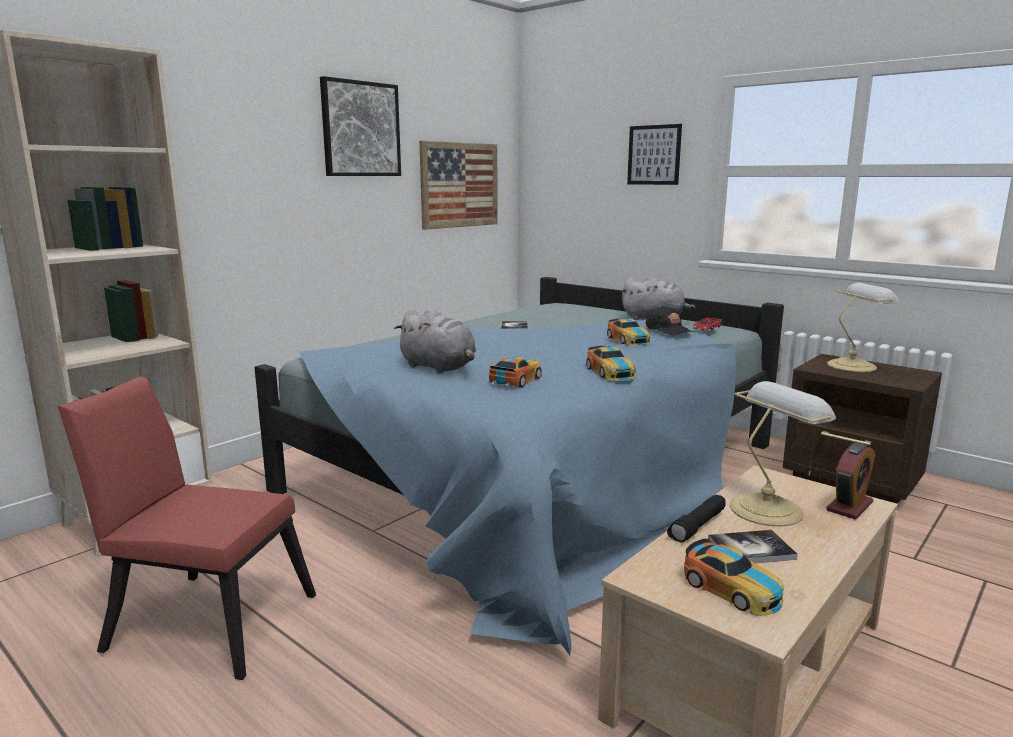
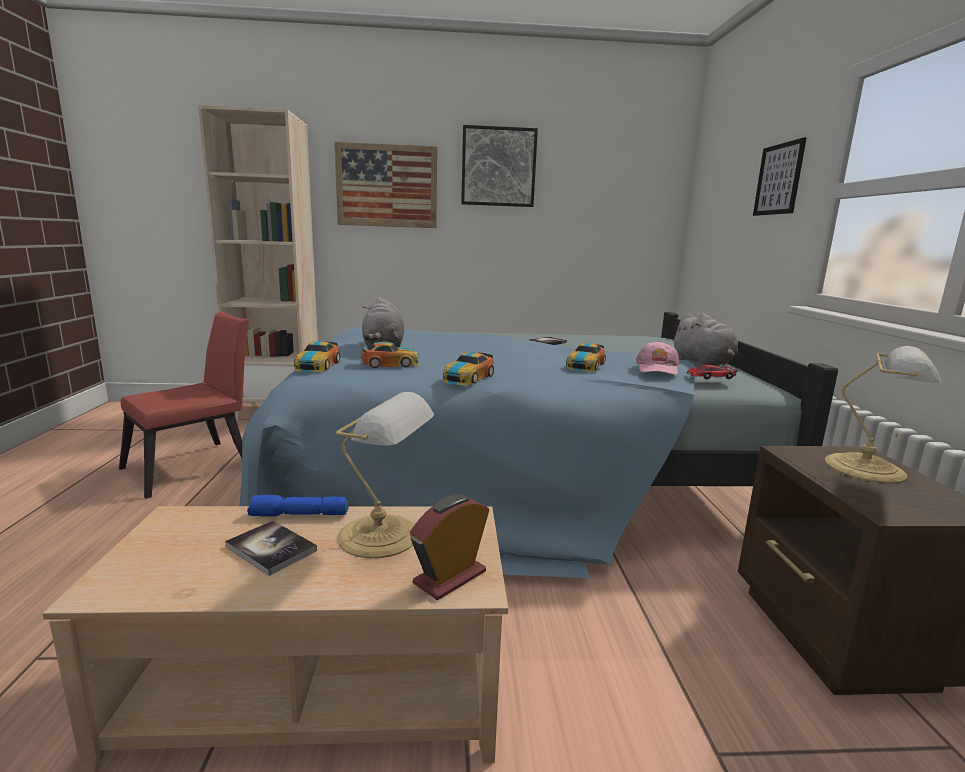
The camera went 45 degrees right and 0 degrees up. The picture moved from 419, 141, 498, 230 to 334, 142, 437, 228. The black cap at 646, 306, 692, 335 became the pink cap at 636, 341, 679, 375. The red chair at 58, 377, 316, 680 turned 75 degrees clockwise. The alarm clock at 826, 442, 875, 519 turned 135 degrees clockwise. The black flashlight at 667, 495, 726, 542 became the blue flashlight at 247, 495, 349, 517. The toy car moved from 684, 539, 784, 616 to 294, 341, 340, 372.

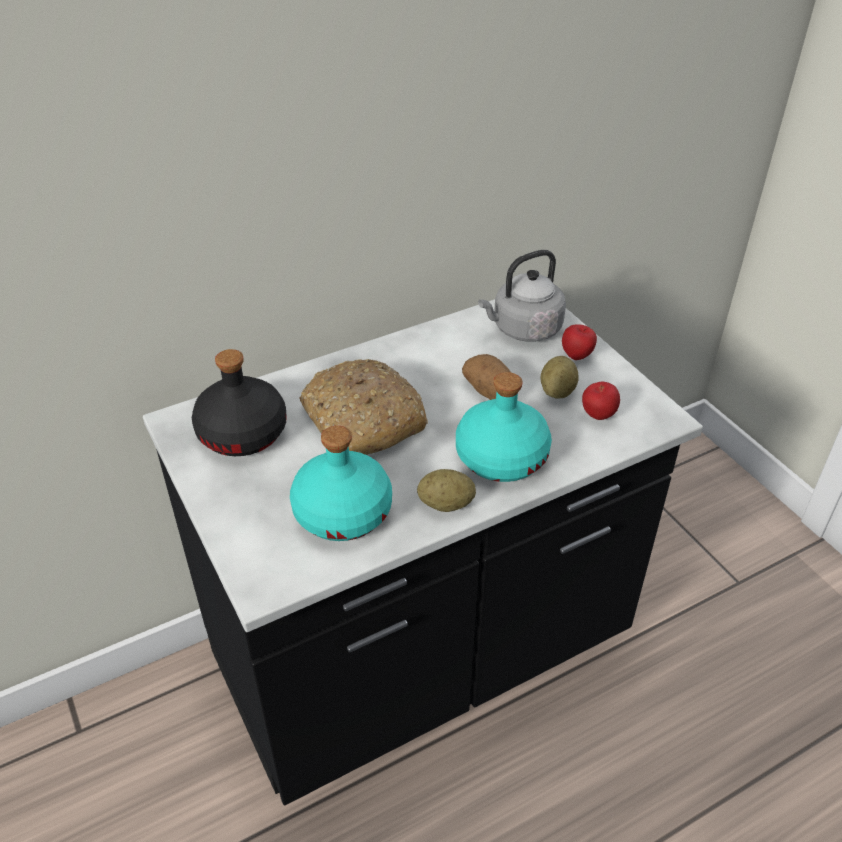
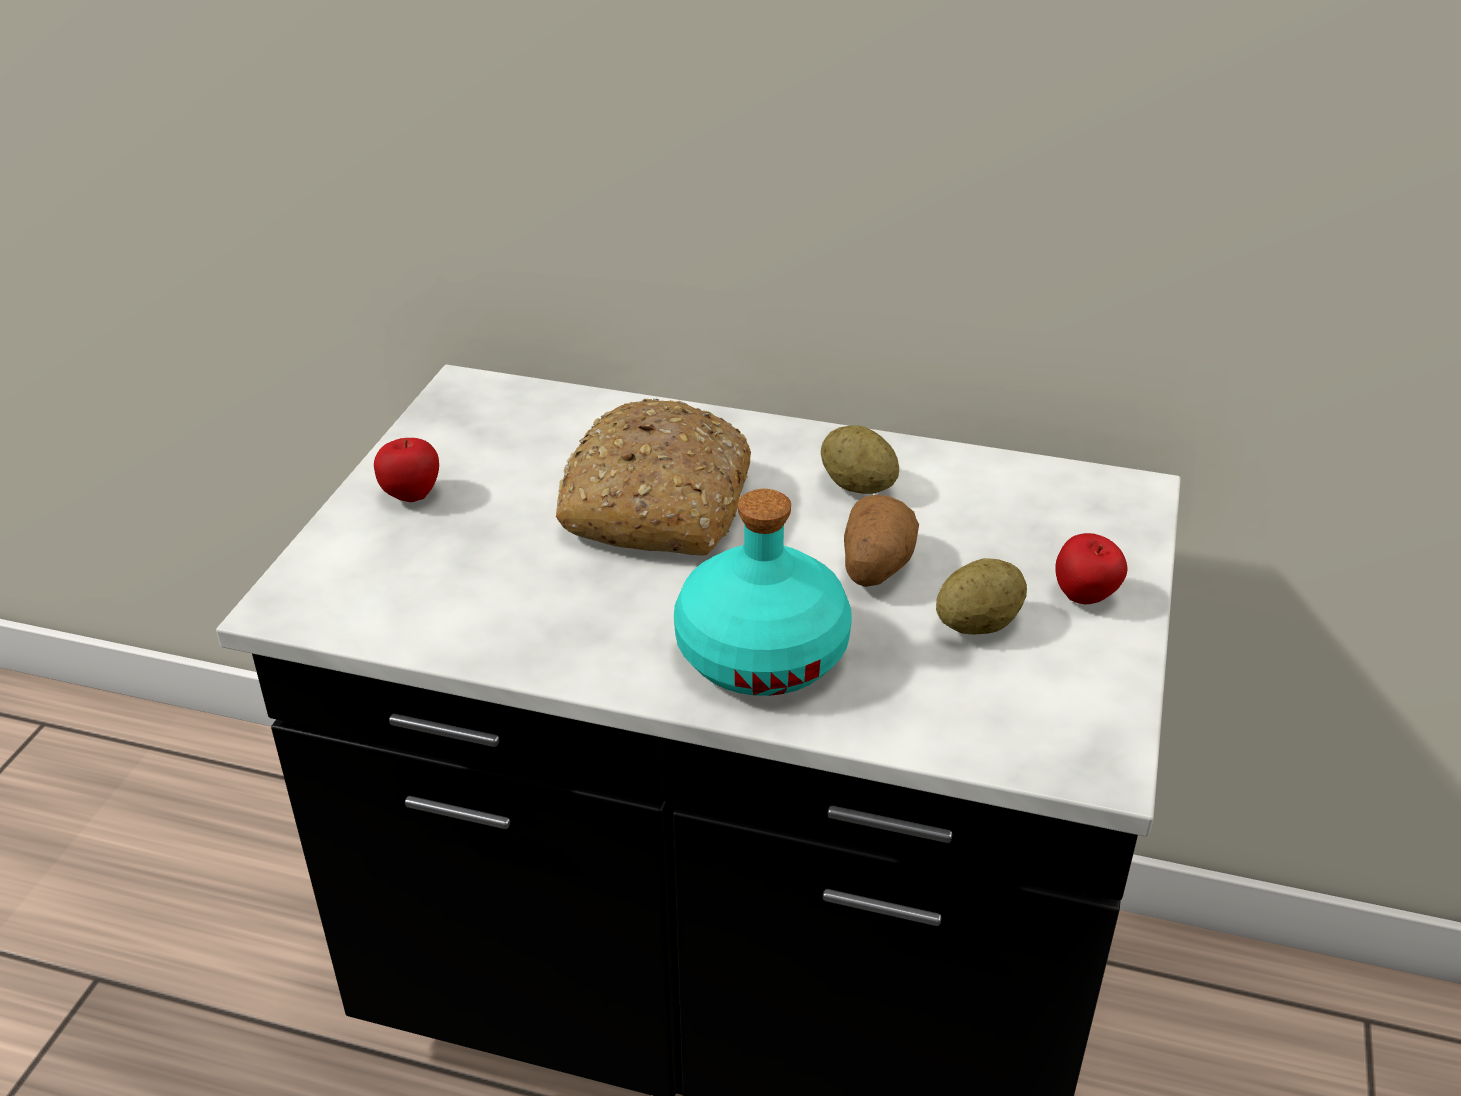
The camera went 45 degrees right and 5 degrees down. The grey kettle at 478, 250, 566, 342 disappeared. The black bottle at 192, 349, 287, 456 disappeared. The apple moved from 582, 382, 620, 420 to 374, 438, 439, 502. The turquoise bottle at 290, 426, 392, 541 disappeared. The potato moved from 417, 469, 476, 512 to 821, 425, 899, 494.

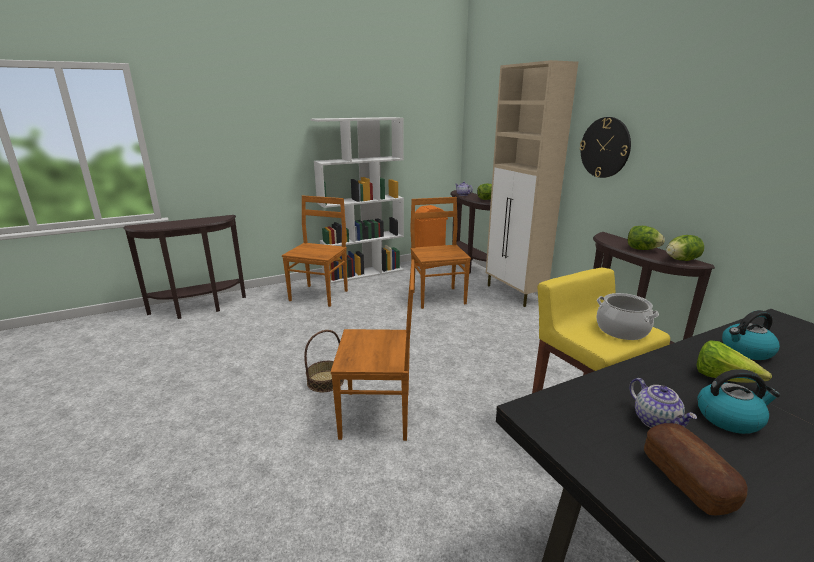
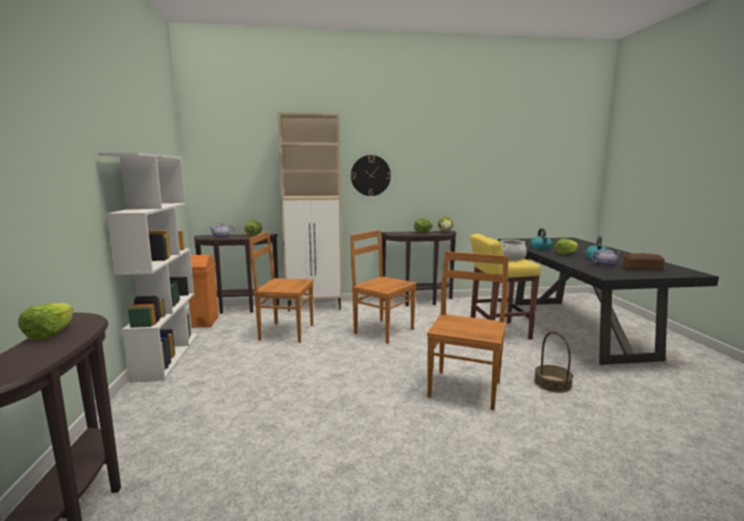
The camera went 70 degrees left and 10 degrees down. The brown chair moved from 282, 195, 348, 307 to 350, 230, 417, 344. The basket moved from 304, 330, 344, 392 to 534, 331, 573, 393. The lettuce at 18, 303, 73, 340 appeared.

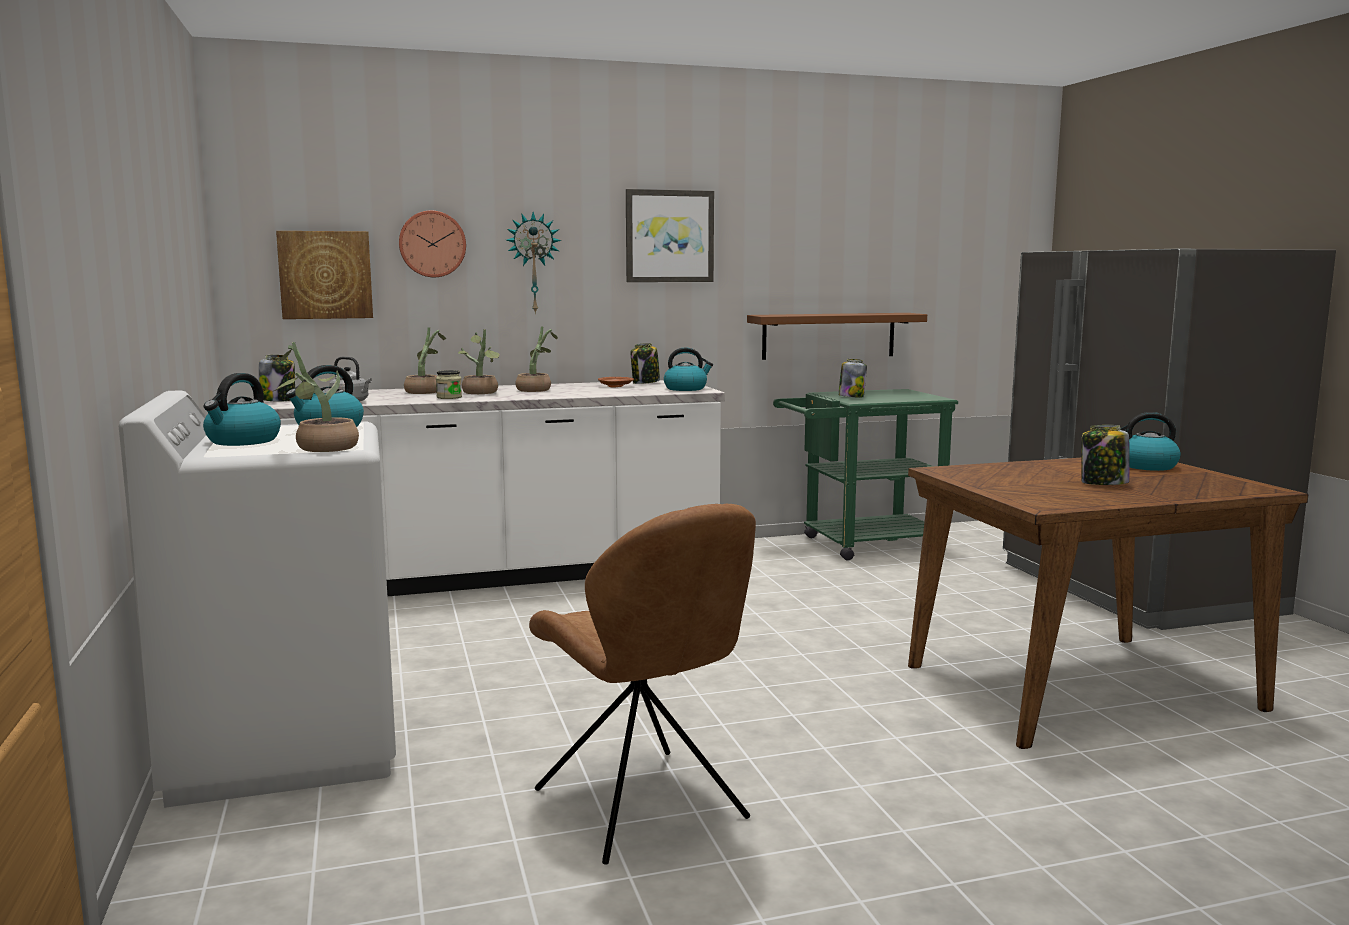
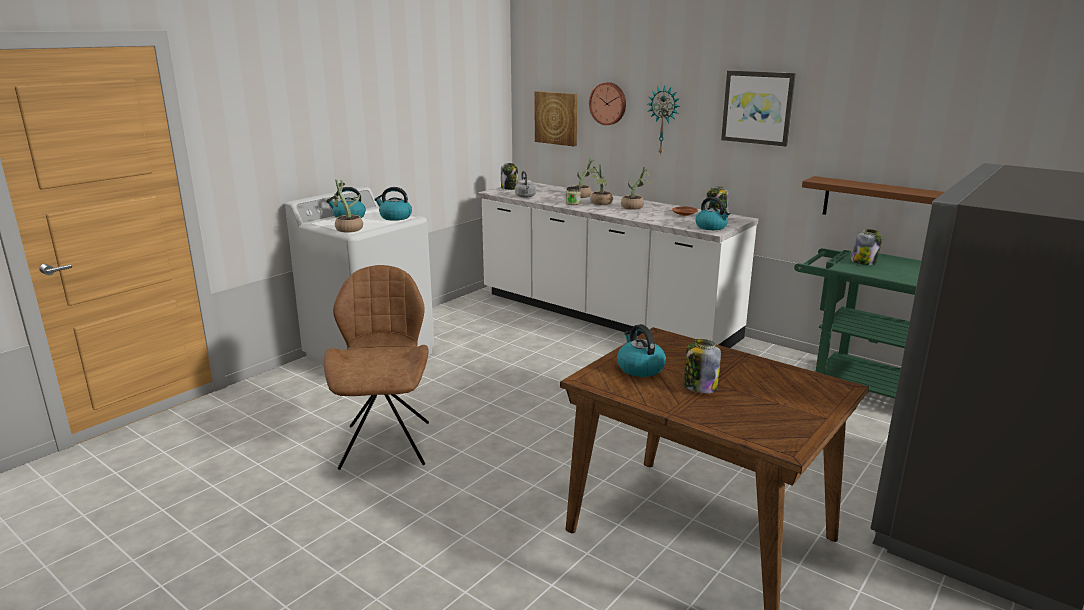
The camera went 55 degrees right and 10 degrees up. The kettle moved from 1120, 412, 1181, 471 to 617, 324, 666, 377. The brown chair at 529, 504, 756, 865 turned 150 degrees clockwise.

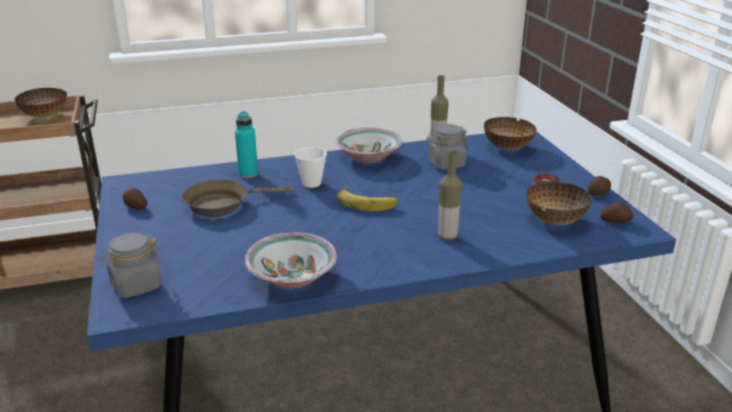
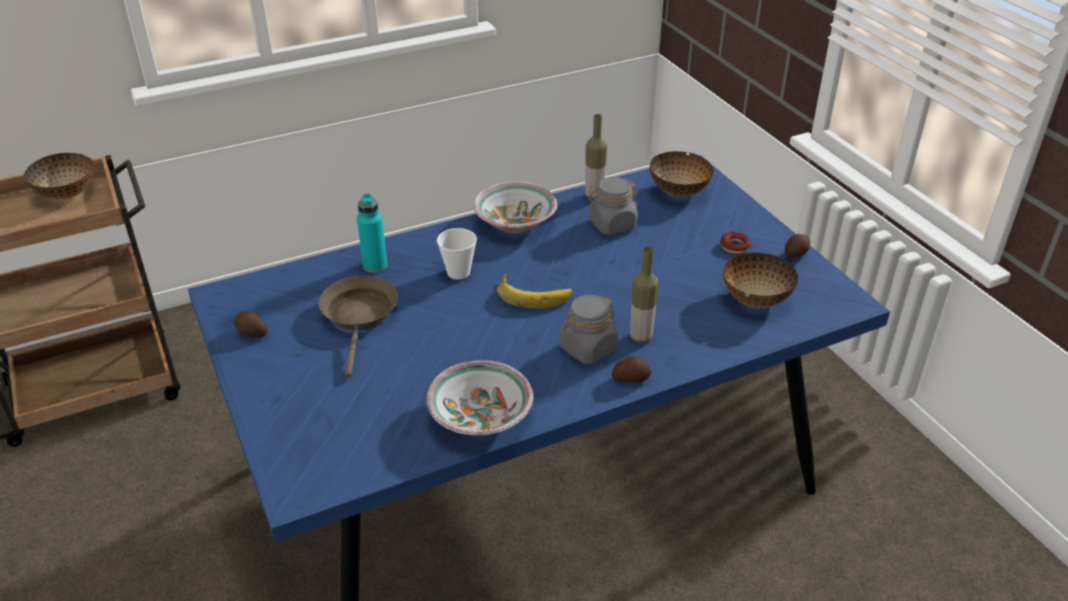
The camera went 10 degrees left and 10 degrees up. The brown frying pan at 182, 179, 294, 217 turned 120 degrees clockwise. The potato moved from 601, 202, 633, 223 to 612, 356, 652, 383. The grey jar moved from 99, 233, 163, 298 to 560, 295, 618, 364.

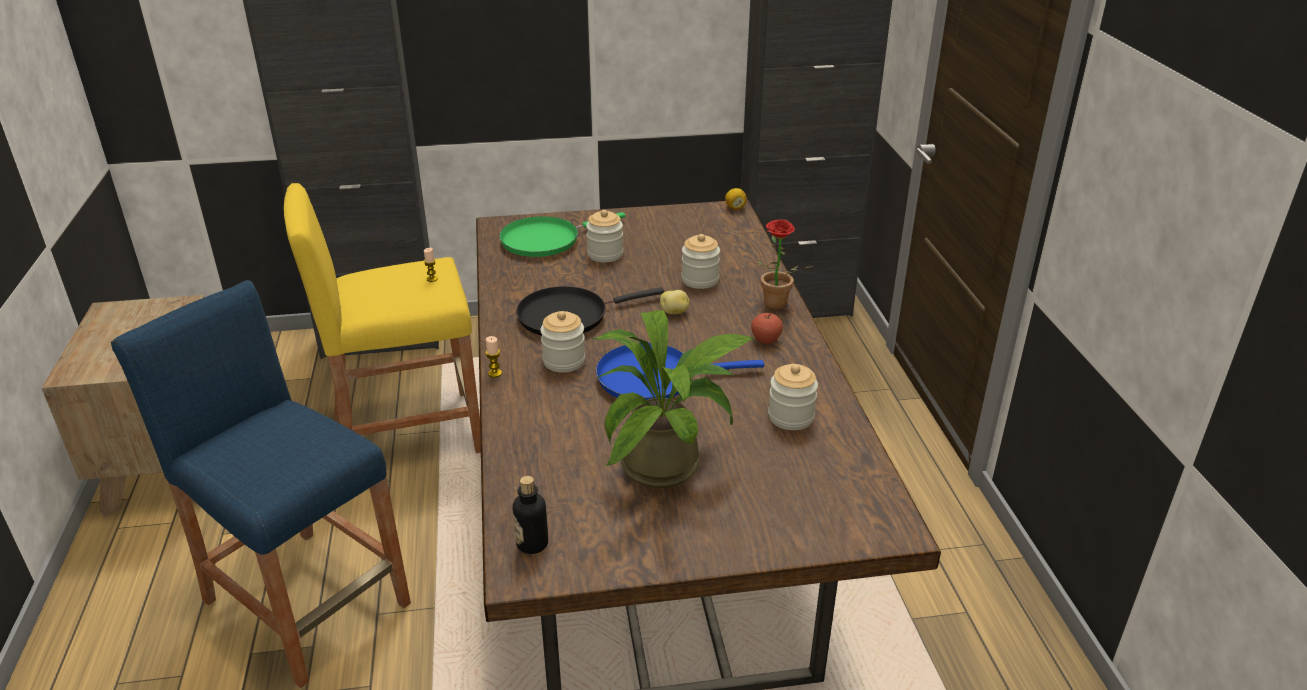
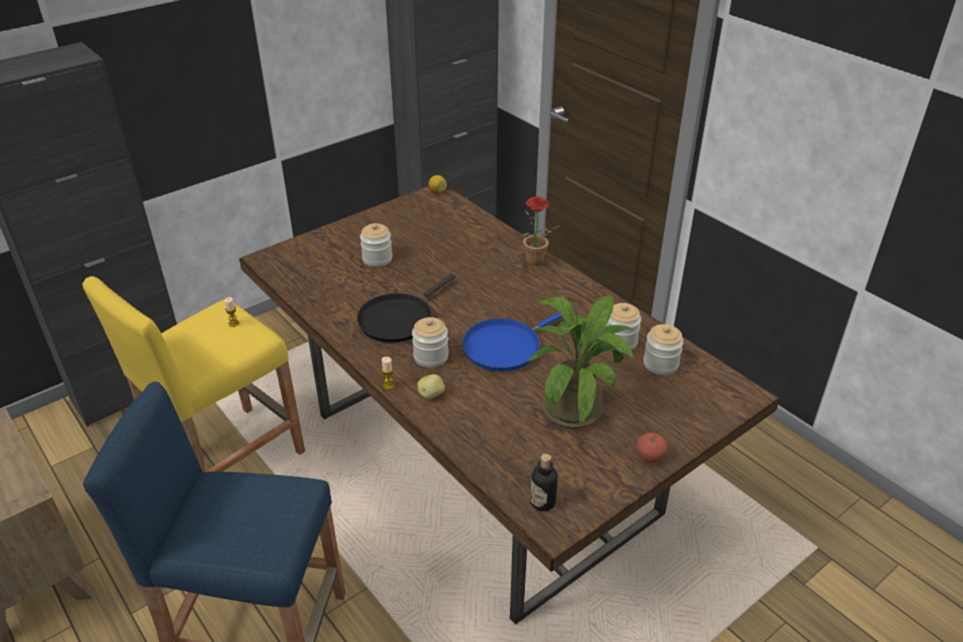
The camera went 30 degrees left and 5 degrees up. The green frying pan at 499, 212, 626, 257 disappeared. The jar moved from 681, 234, 720, 289 to 643, 324, 684, 375. The potato moved from 660, 290, 690, 314 to 417, 374, 445, 399. The apple moved from 751, 313, 783, 344 to 637, 433, 668, 463.

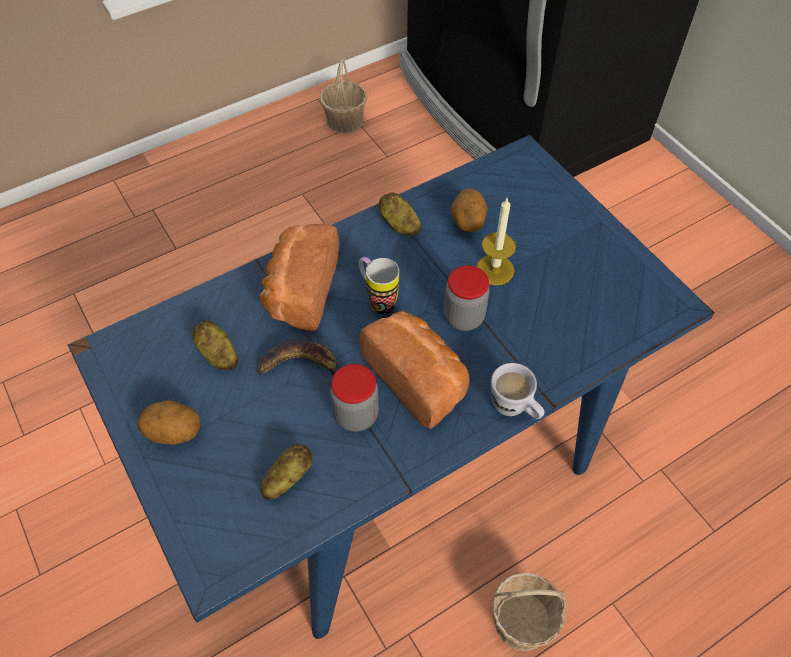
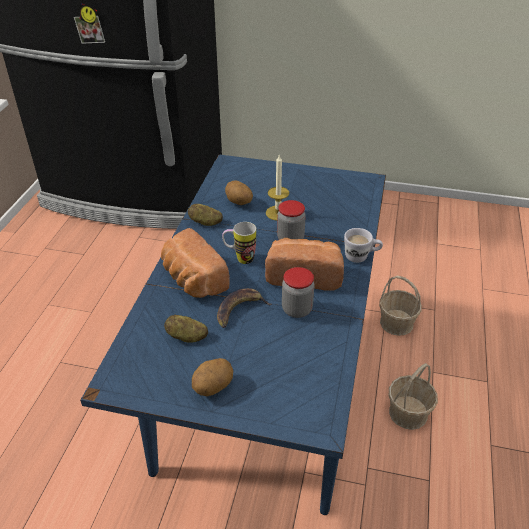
The camera went 45 degrees left and 15 degrees down. The basket moved from 320, 59, 367, 133 to 379, 276, 422, 336. The potato at 261, 445, 312, 500 disappeared.

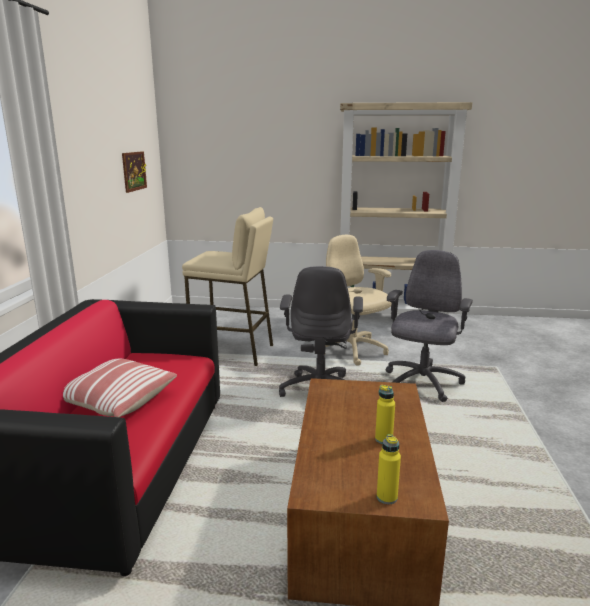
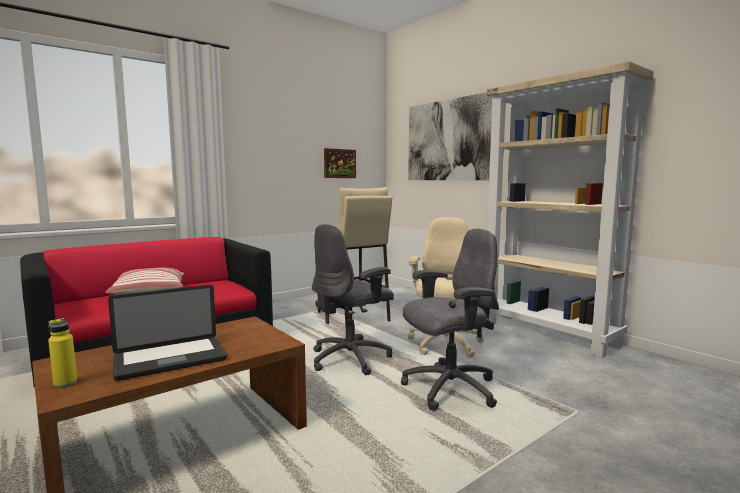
The camera went 45 degrees right and 10 degrees down. The yellow bottle at 375, 385, 395, 444 was replaced by the laptop at 108, 285, 227, 381. The picture at 408, 92, 492, 180 appeared.

